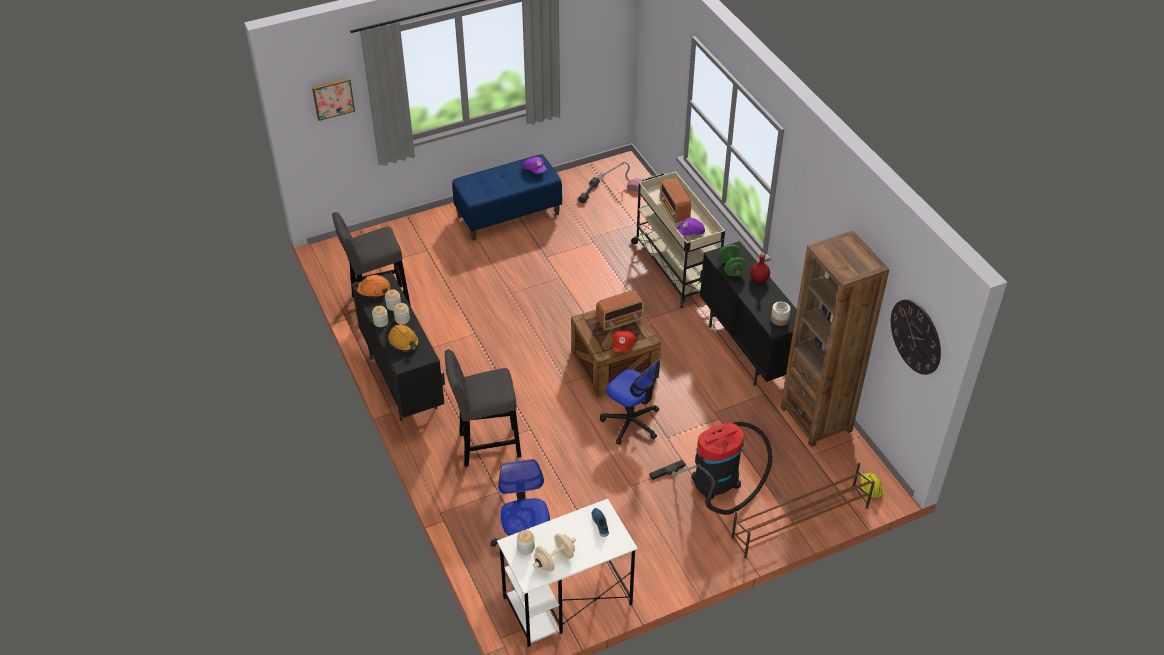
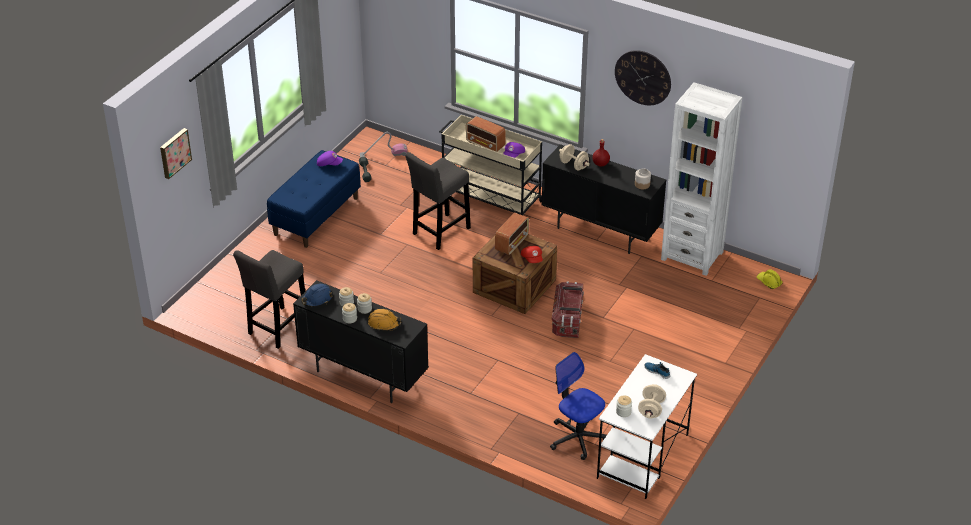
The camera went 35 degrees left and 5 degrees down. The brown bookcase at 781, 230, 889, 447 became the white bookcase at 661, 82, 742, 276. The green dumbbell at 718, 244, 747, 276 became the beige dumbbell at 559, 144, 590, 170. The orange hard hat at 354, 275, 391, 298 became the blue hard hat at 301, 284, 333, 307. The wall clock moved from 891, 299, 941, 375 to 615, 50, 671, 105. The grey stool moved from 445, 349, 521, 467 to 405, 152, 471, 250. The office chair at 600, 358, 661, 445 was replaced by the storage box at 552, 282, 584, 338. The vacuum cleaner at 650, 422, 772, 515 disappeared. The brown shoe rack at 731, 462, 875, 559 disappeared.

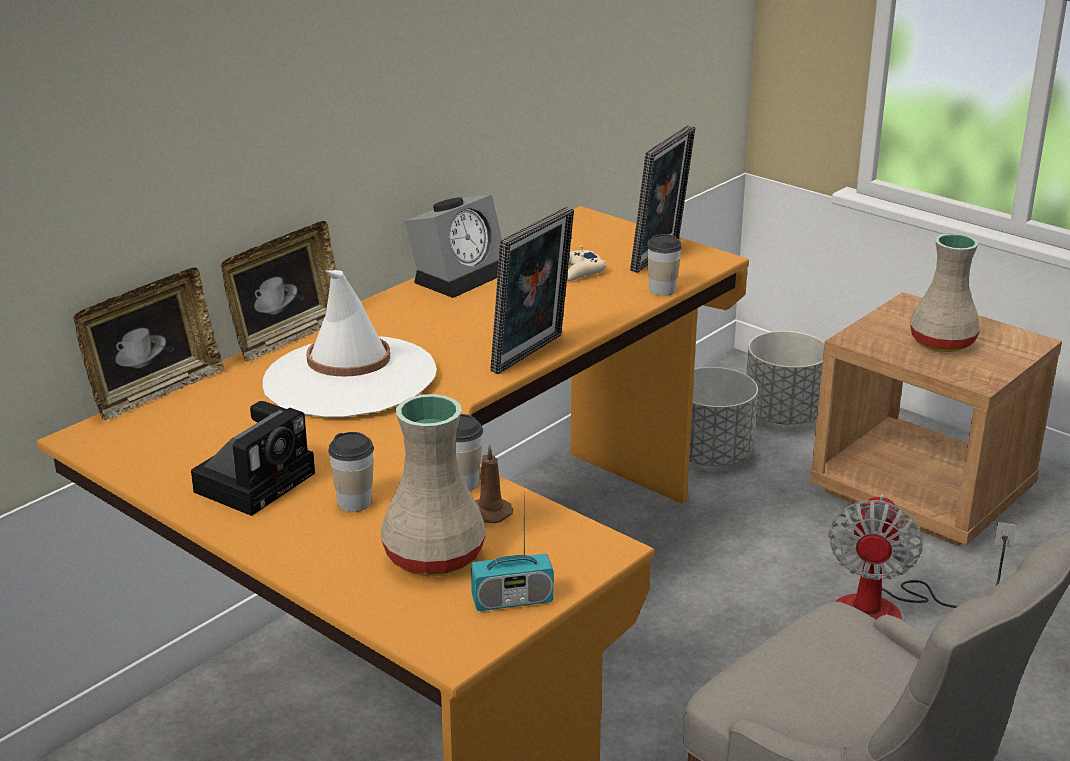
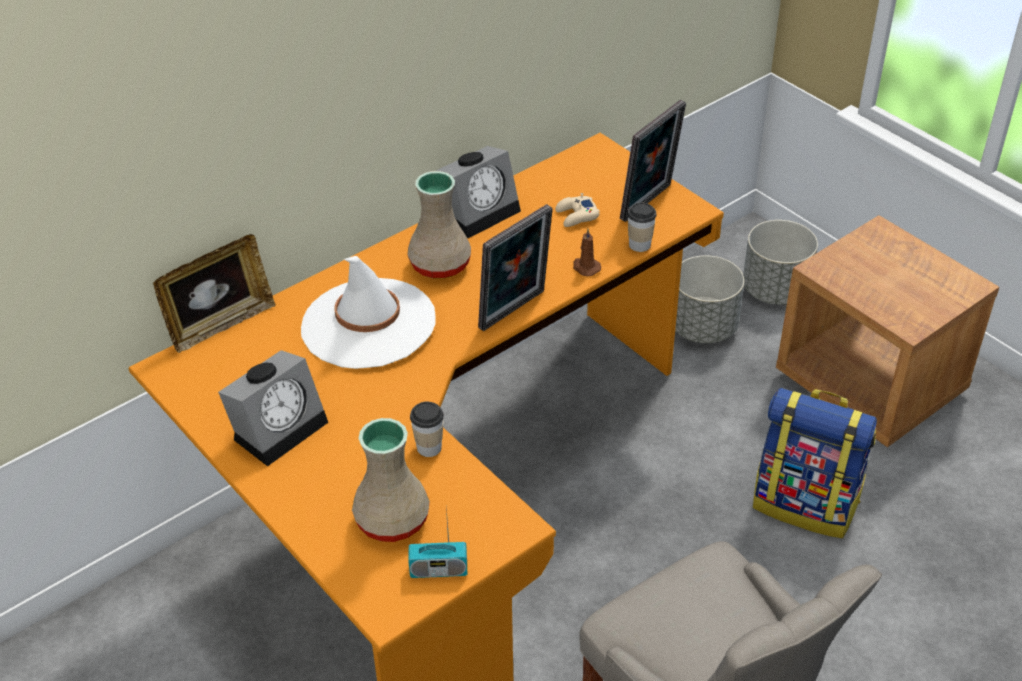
The camera went 10 degrees right and 15 degrees up. The picture frame at 220, 221, 336, 362 disappeared. The beige vase moved from 910, 233, 980, 352 to 408, 171, 471, 279. The photo camera at 191, 401, 315, 516 was replaced by the alarm clock at 218, 350, 328, 466. The cup at 328, 432, 374, 512 disappeared. The brown candle moved from 475, 444, 513, 523 to 573, 229, 601, 276. The fan at 828, 494, 1016, 620 was replaced by the backpack at 753, 388, 877, 538.

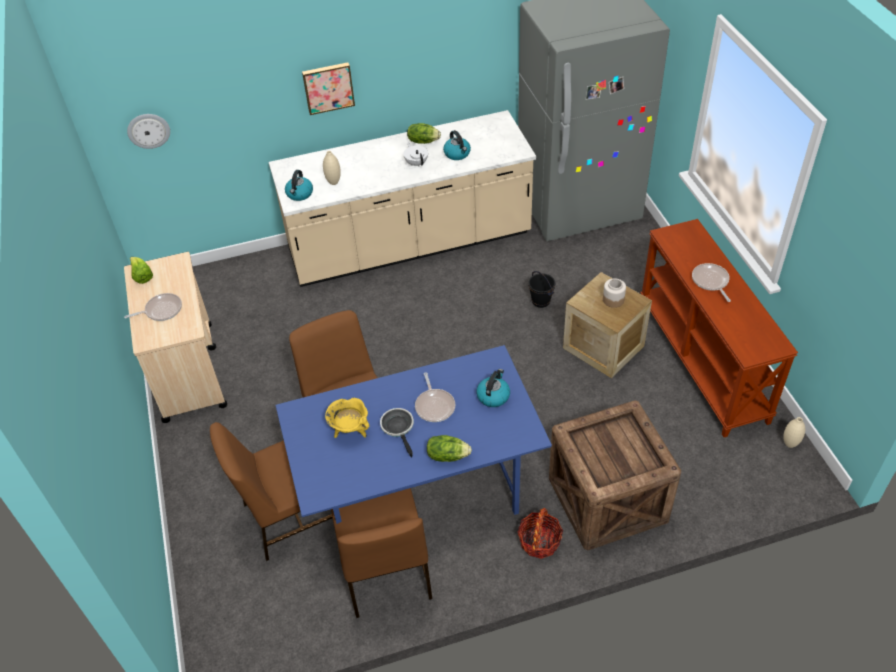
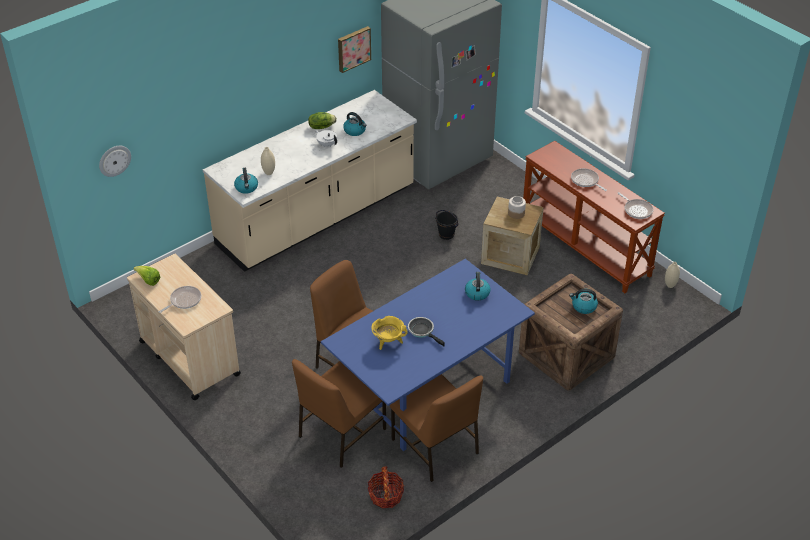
The camera went 25 degrees left and 5 degrees down. The picture moved from 302, 62, 355, 115 to 338, 26, 371, 73. The frying pan moved from 415, 372, 455, 422 to 617, 192, 653, 219. The lettuce at 427, 435, 472, 462 disappeared. The basket moved from 518, 508, 563, 559 to 368, 466, 404, 509. The kettle at 569, 289, 598, 314 appeared.

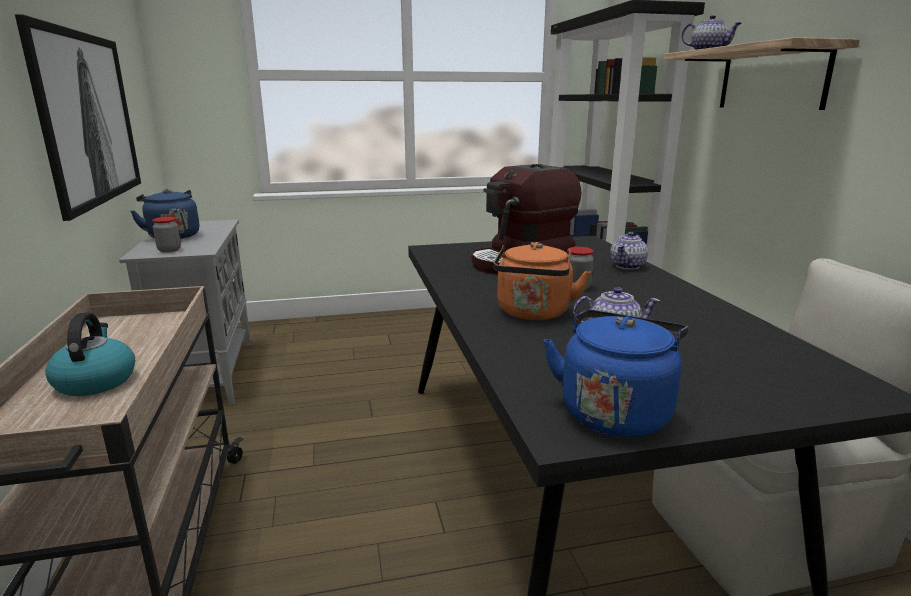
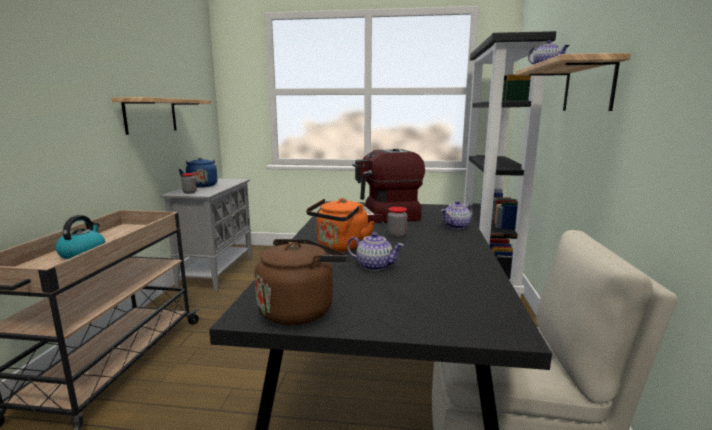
The camera went 20 degrees right and 5 degrees down. The picture at 15, 14, 141, 221 was replaced by the shelf at 111, 97, 211, 135. The blue kettle at 544, 310, 688, 437 became the brown kettle at 255, 239, 348, 326.

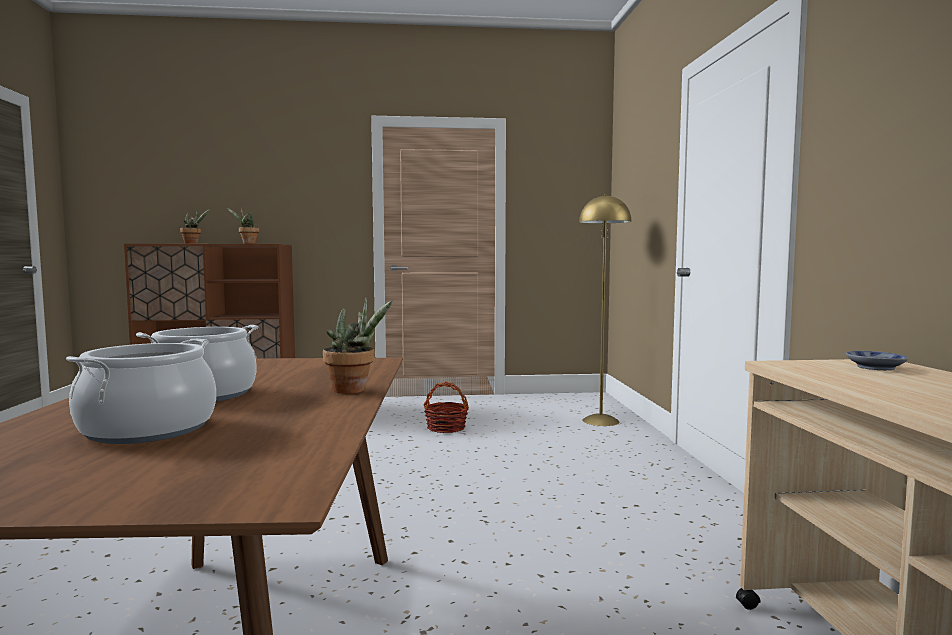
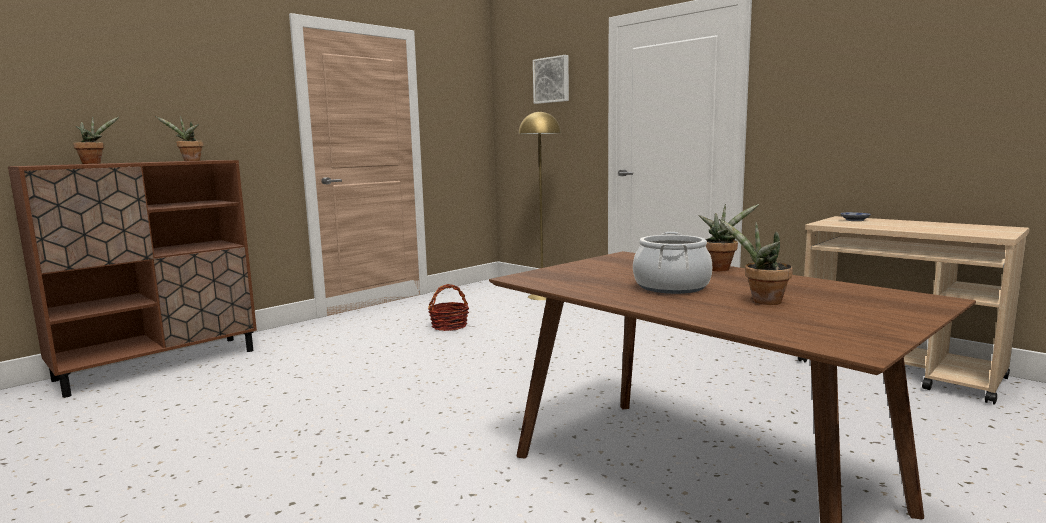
The camera went 40 degrees left and 5 degrees up. The cooking pot at 66, 339, 216, 444 was replaced by the potted plant at 719, 219, 793, 305. The picture at 533, 55, 569, 104 appeared.

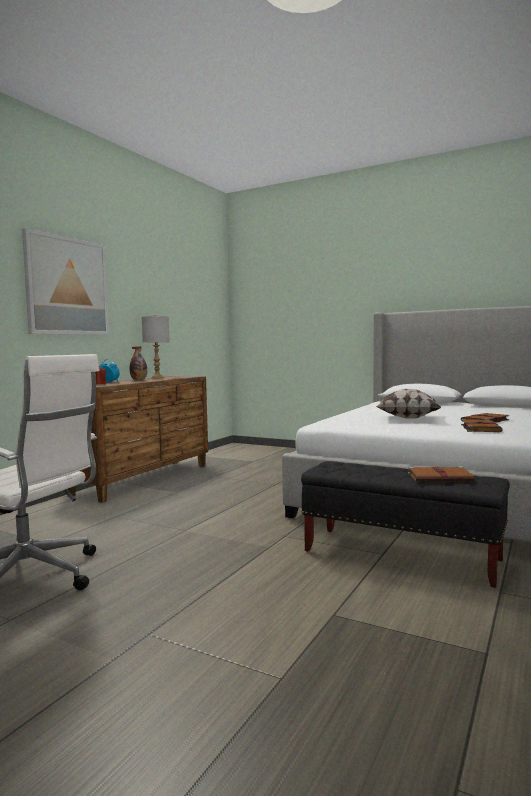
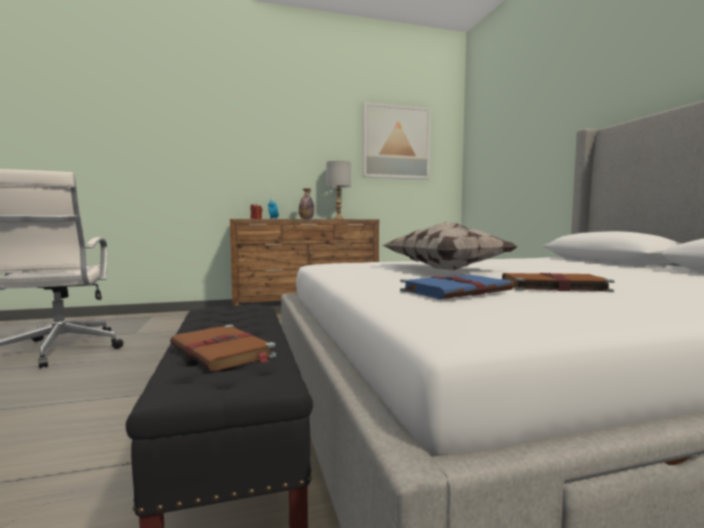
The camera went 45 degrees right and 0 degrees up. The picture moved from 22, 228, 109, 335 to 363, 102, 431, 179. The brown book at 461, 419, 503, 432 became the blue book at 400, 273, 514, 300.

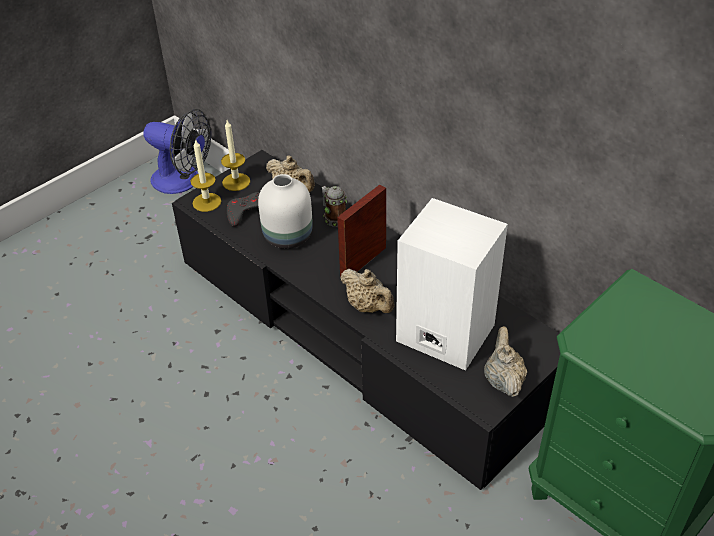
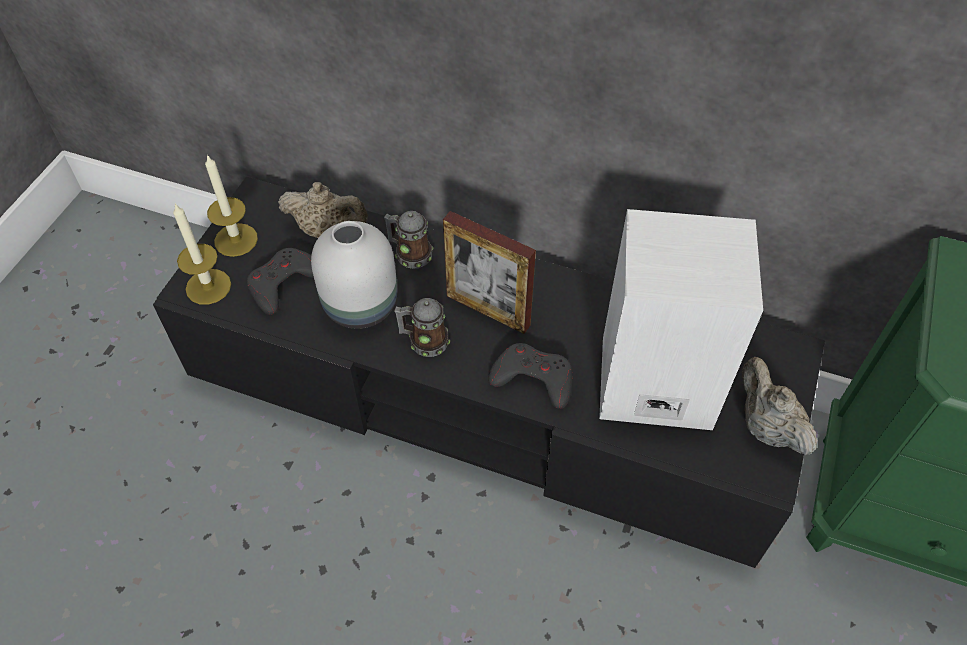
The camera went 25 degrees left and 10 degrees up. The fan at 143, 109, 211, 194 disappeared. The picture frame at 337, 185, 386, 277 turned 75 degrees counterclockwise. The beige teapot at 340, 269, 394, 313 was replaced by the grey game controller at 488, 343, 572, 409. The mug at 394, 298, 450, 357 appeared.

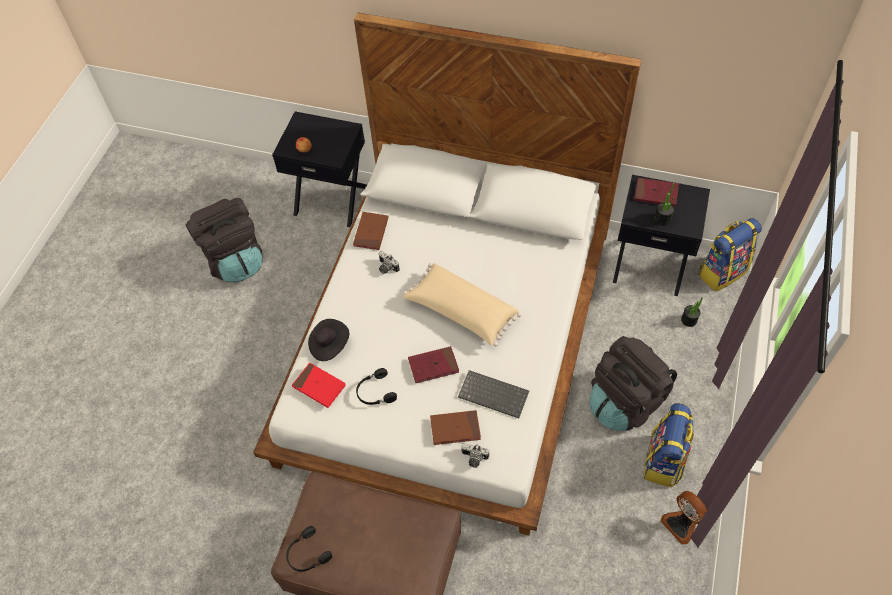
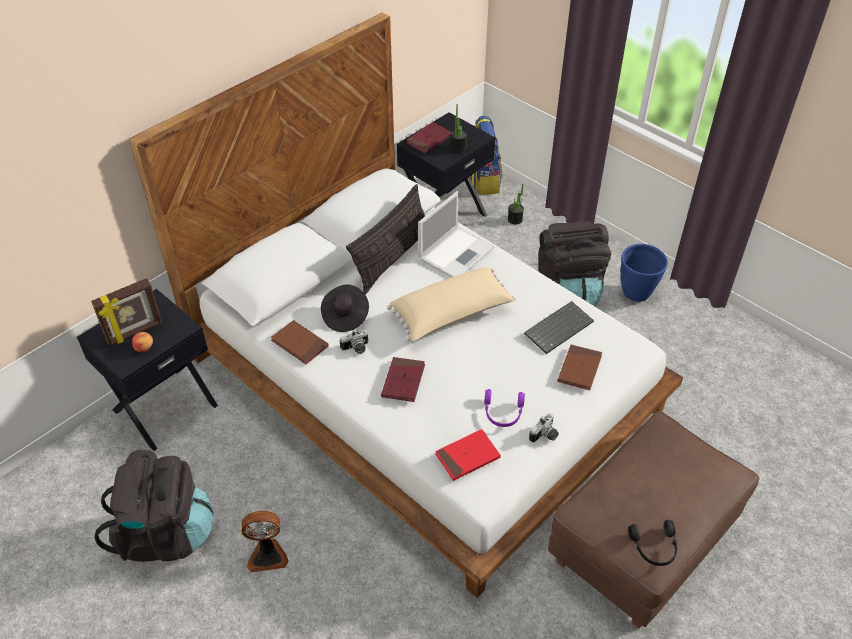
The camera went 65 degrees left and 10 degrees down. The black hat moved from 308, 319, 349, 361 to 321, 284, 369, 332. The red book moved from 408, 346, 459, 383 to 381, 357, 425, 402. The black headphones at 356, 368, 397, 405 became the purple headphones at 484, 389, 525, 427. The backpack at 644, 403, 694, 488 was replaced by the blue planter at 621, 244, 668, 302. The photo camera moved from 461, 443, 489, 468 to 529, 413, 559, 443. The fan moved from 660, 491, 707, 545 to 241, 511, 288, 572. The pillow at 346, 184, 425, 294 appeared. The laptop at 418, 191, 495, 277 appeared. The picture frame at 91, 278, 163, 346 appeared.

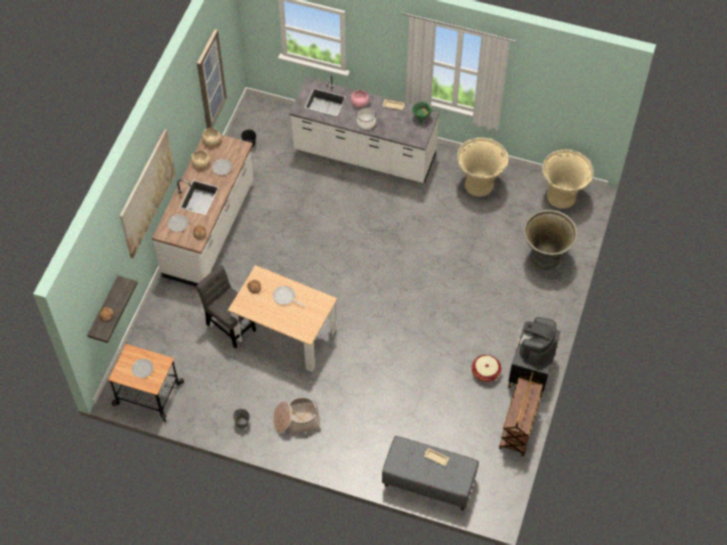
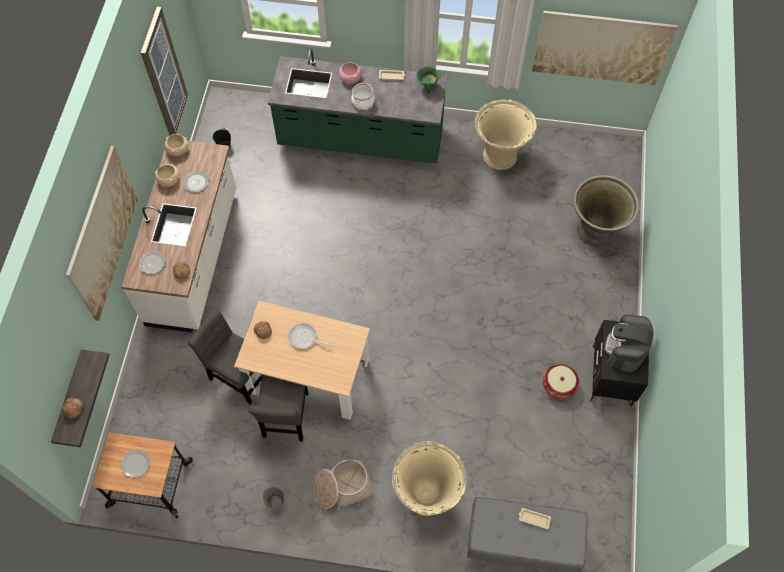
The camera went 10 degrees left and 5 degrees up. The white counter at 289, 75, 440, 183 became the green counter at 268, 49, 448, 164. The beige planter moved from 542, 149, 594, 209 to 392, 441, 467, 516. The brown cart at 499, 372, 543, 456 disappeared. The picture at 532, 11, 678, 85 appeared. The grey chair at 248, 375, 308, 441 appeared.

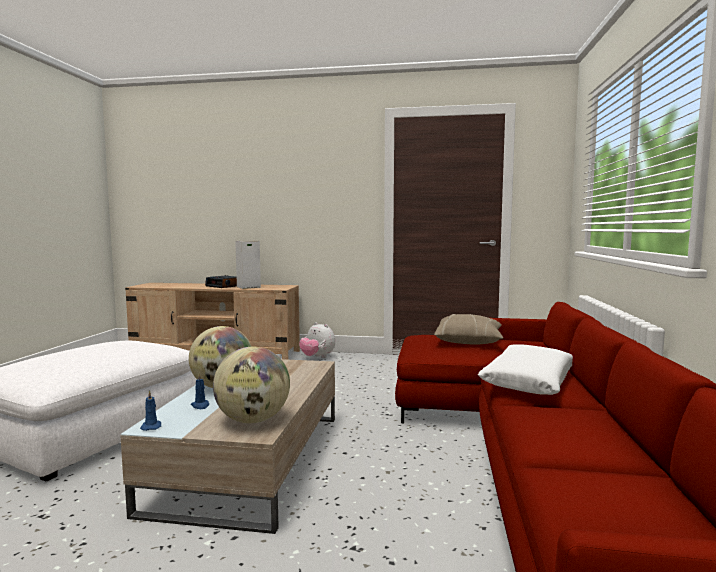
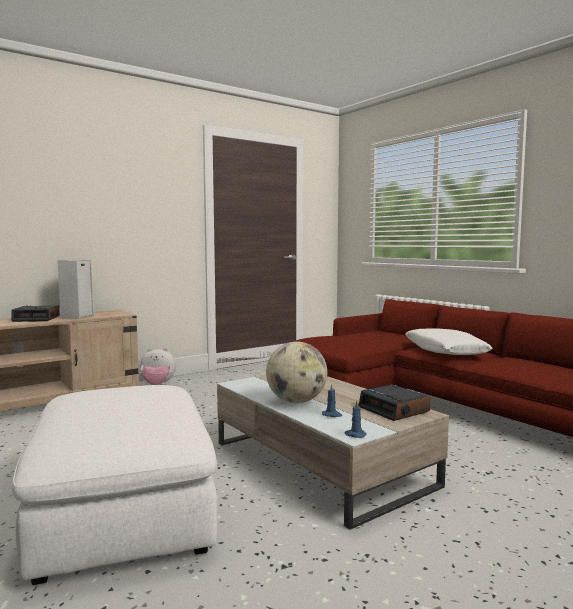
The camera went 45 degrees left and 0 degrees up. The beige pillow at 434, 314, 503, 345 disappeared. The globe at 213, 347, 290, 423 was replaced by the alarm clock at 358, 384, 430, 421.

